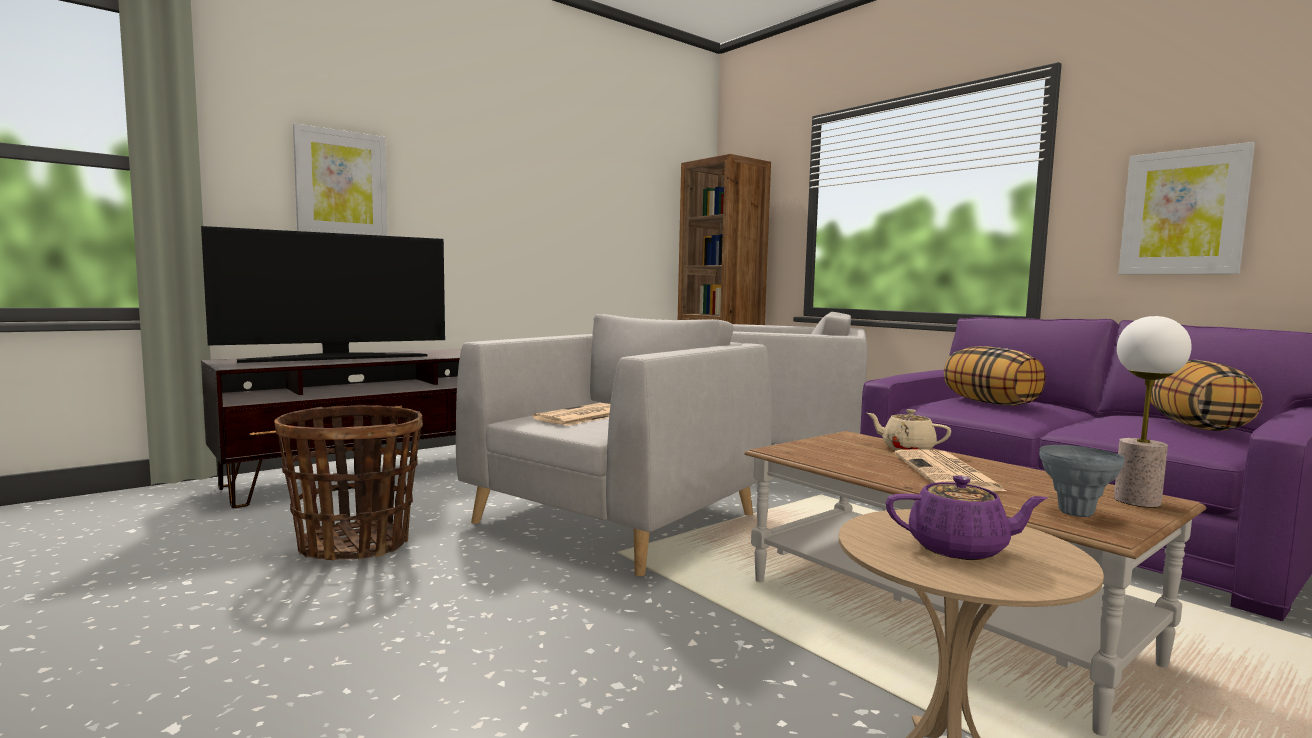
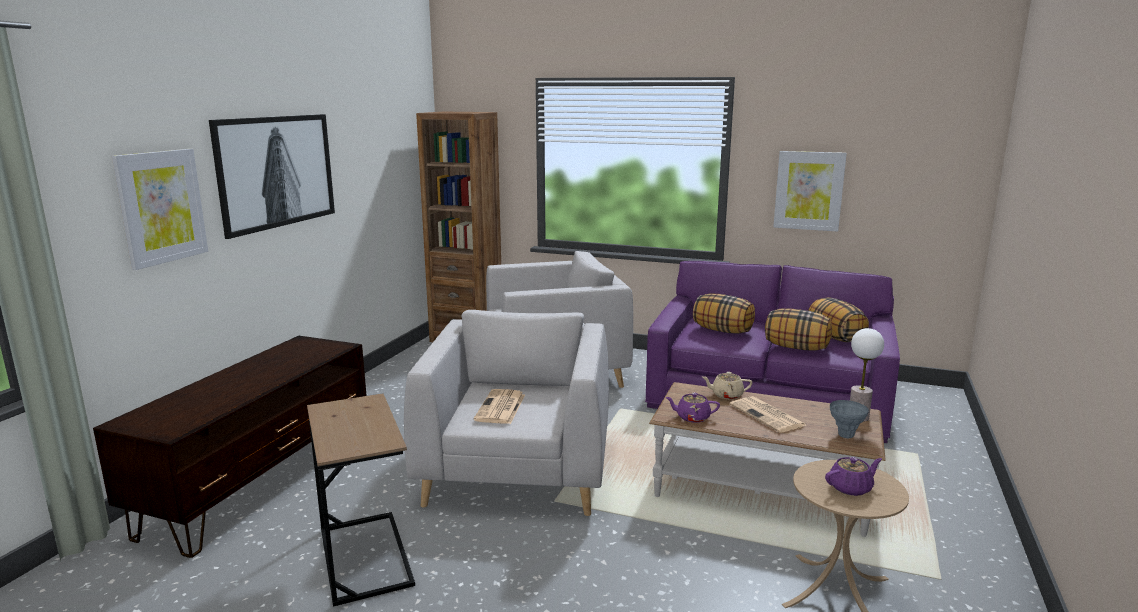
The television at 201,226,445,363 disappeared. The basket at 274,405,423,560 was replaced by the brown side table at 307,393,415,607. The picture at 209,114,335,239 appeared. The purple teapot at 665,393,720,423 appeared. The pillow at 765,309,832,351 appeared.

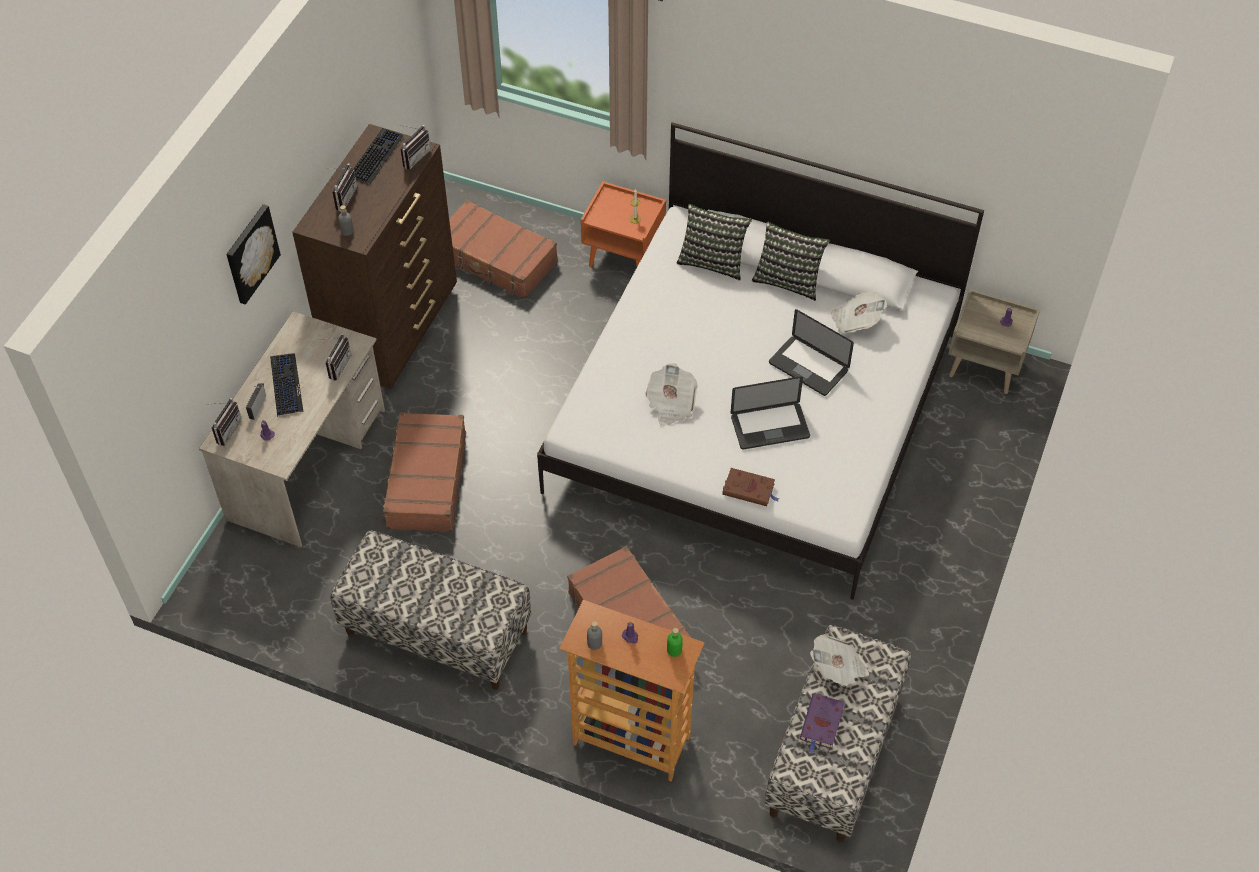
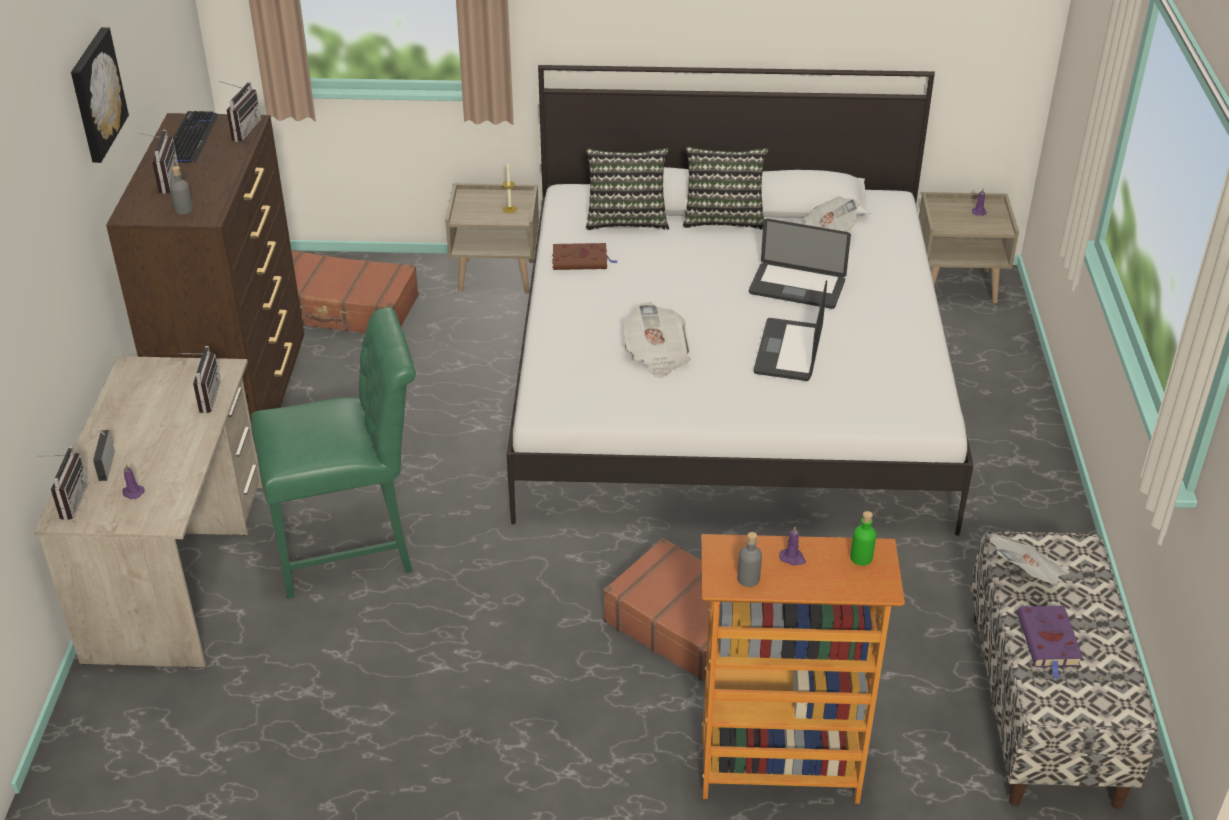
The picture moved from 226,204,281,305 to 71,27,129,163. The keyboard at 270,353,303,416 disappeared. The bench at 330,530,531,690 disappeared. The brown suitcase at 382,412,466,532 was replaced by the green chair at 251,307,416,599. The orange nightstand at 581,181,666,267 became the beige nightstand at 445,183,539,294. The brown book moved from 722,468,780,506 to 552,243,617,270. The laptop at 731,376,810,449 turned 135 degrees clockwise.

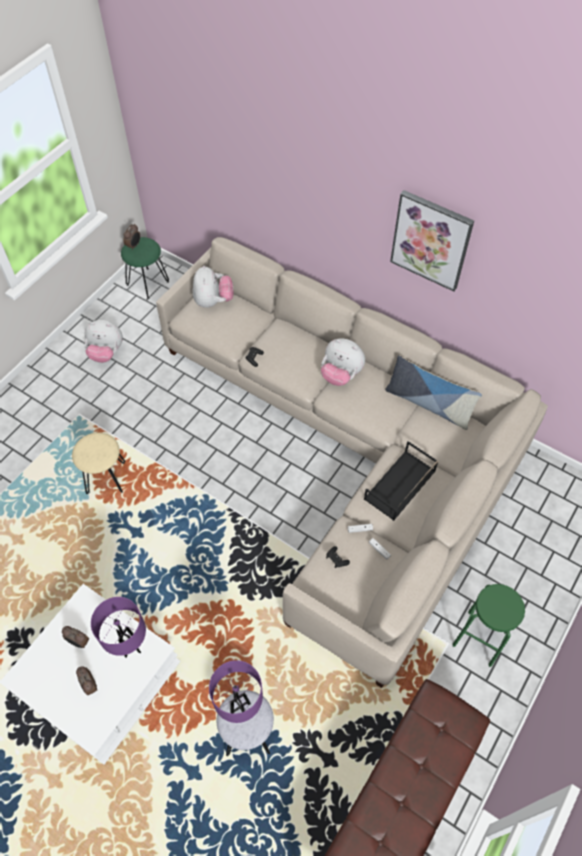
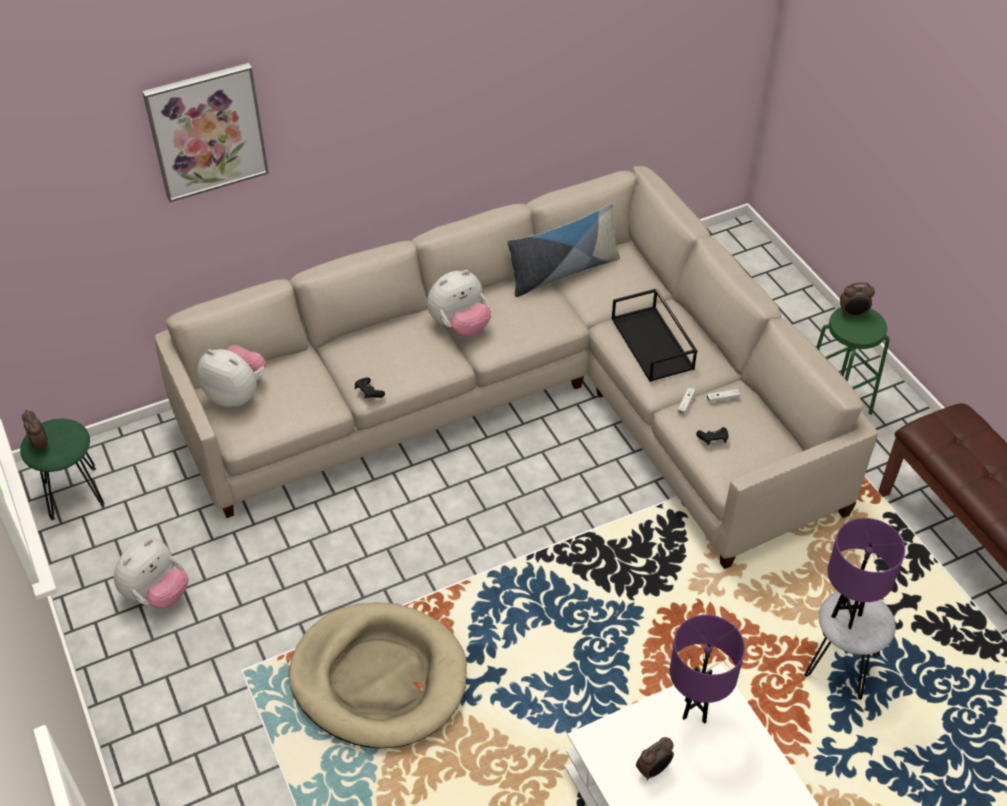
The beige stool at 72,433,125,494 was replaced by the beige dog bed at 289,602,467,748. The alarm clock moved from 76,666,97,695 to 840,282,875,317. The picture moved from 390,190,474,292 to 142,63,269,202.

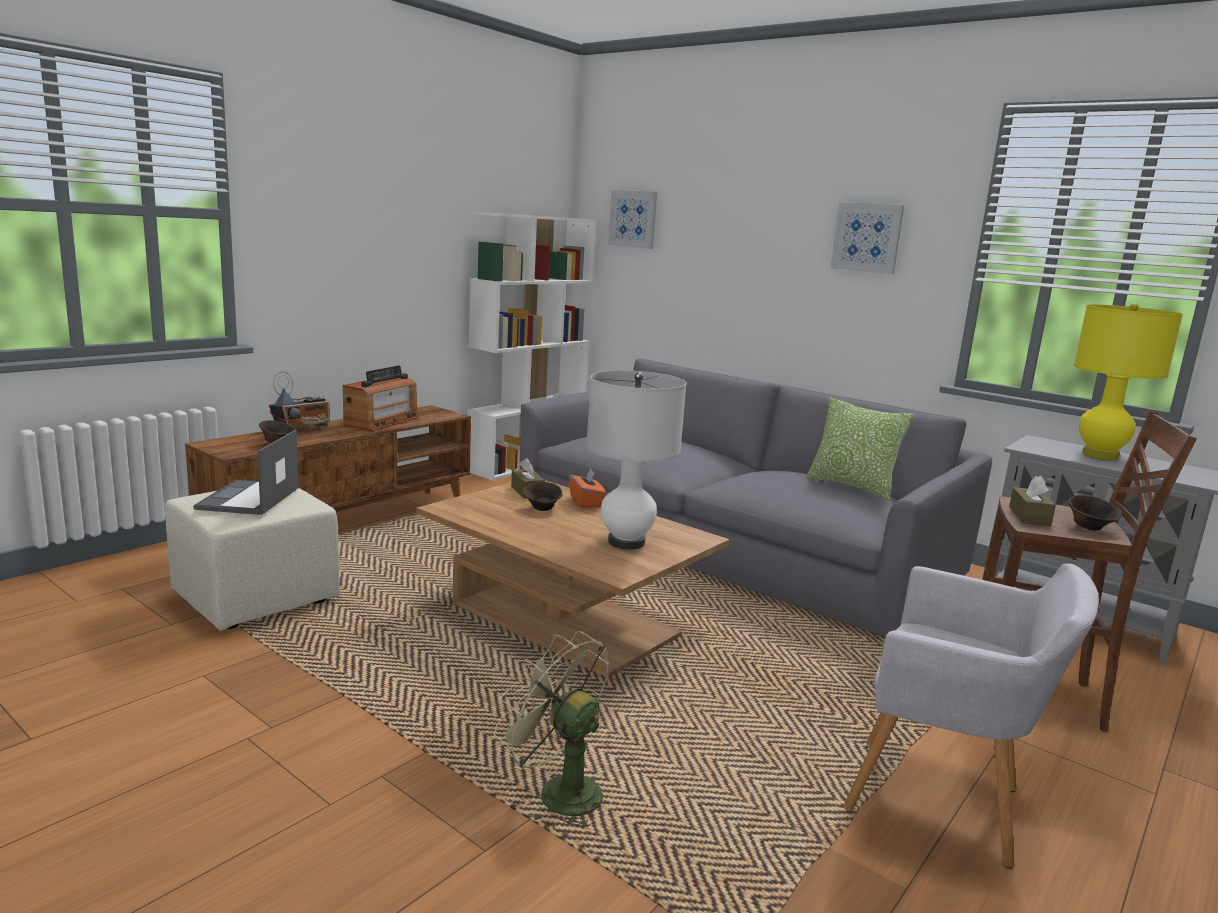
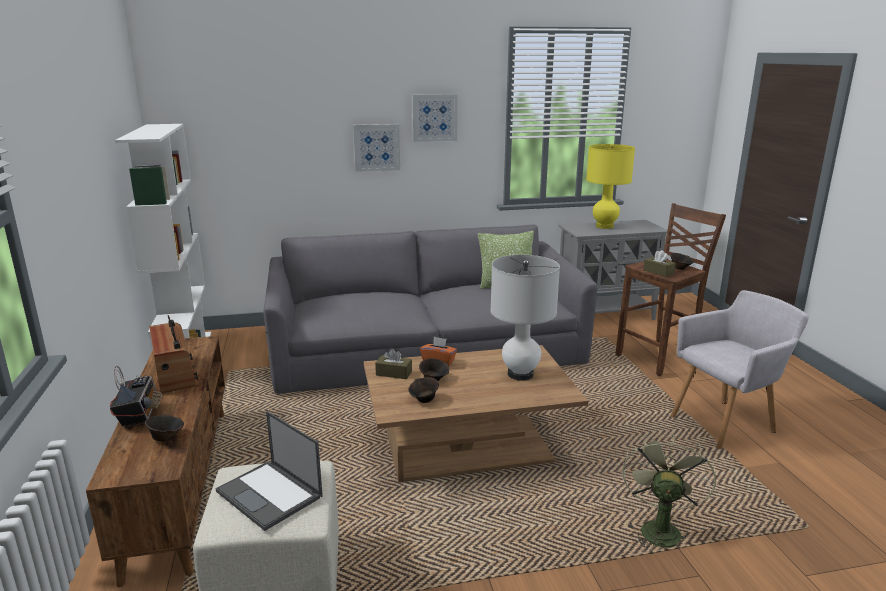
The green fan at 494,631,609,828 turned 120 degrees clockwise. The picture moved from 608,190,657,249 to 353,124,400,172. The brown bowl at 408,377,439,403 appeared.

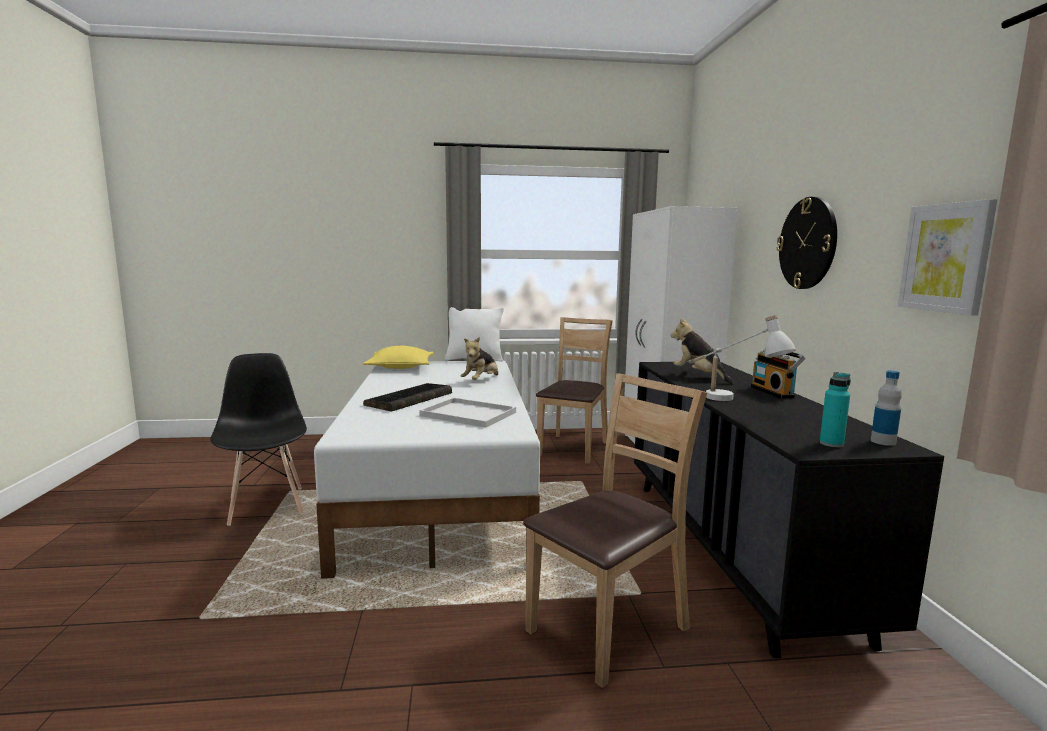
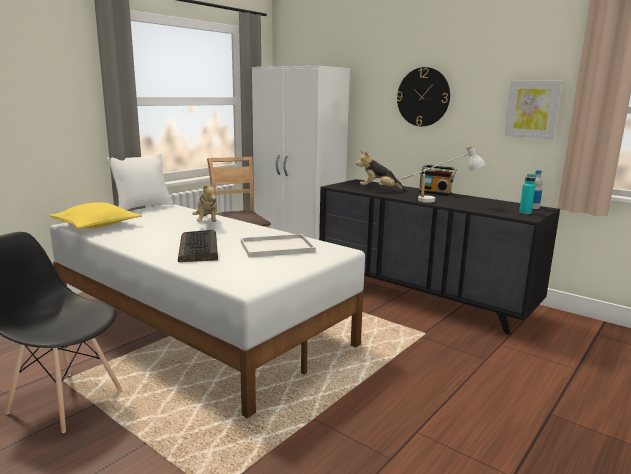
The brown chair at 523,373,707,688 disappeared.

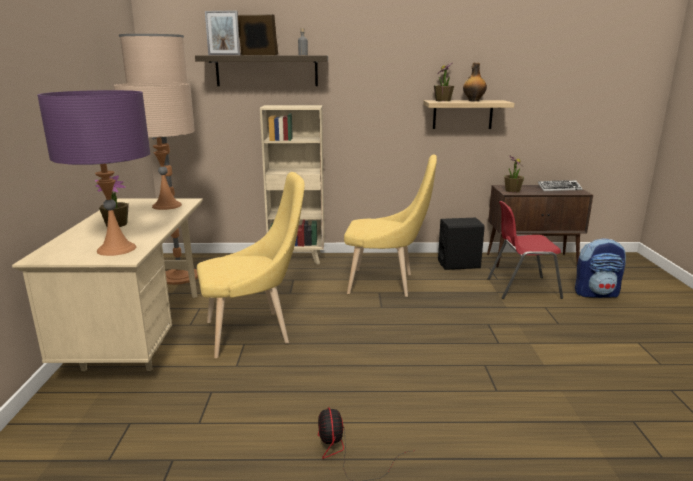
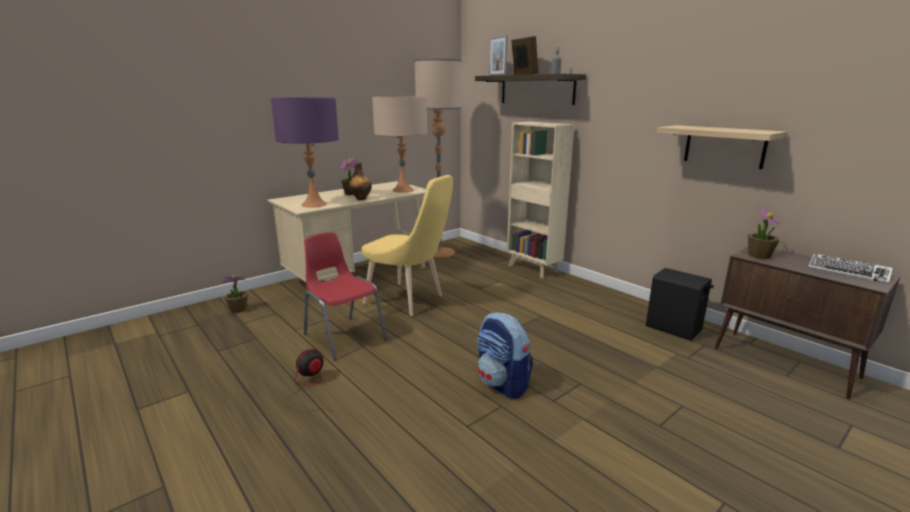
The yellow chair at 344,155,437,297 disappeared. The potted plant moved from 434,63,454,101 to 222,275,248,313. The bottle moved from 463,63,487,101 to 349,162,372,200. The red chair moved from 487,201,563,299 to 304,232,387,361. The backpack moved from 575,238,626,298 to 477,312,533,398.

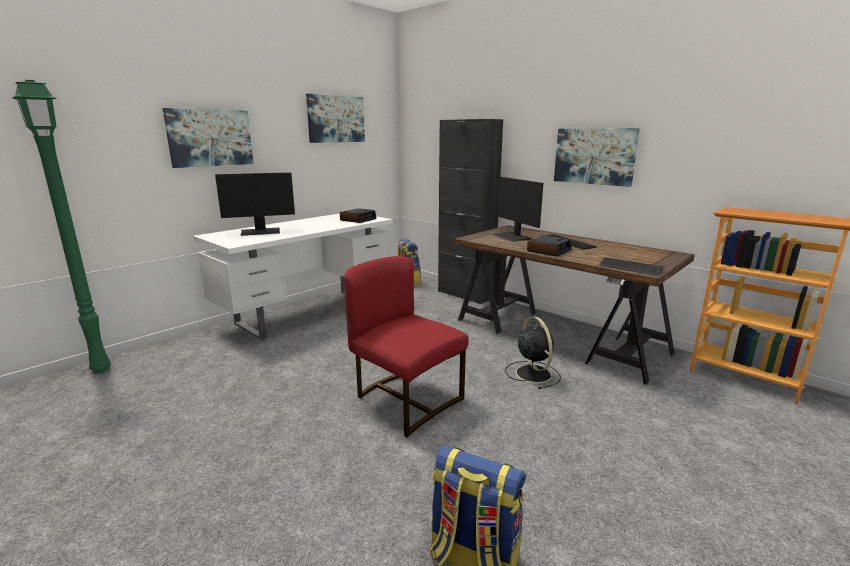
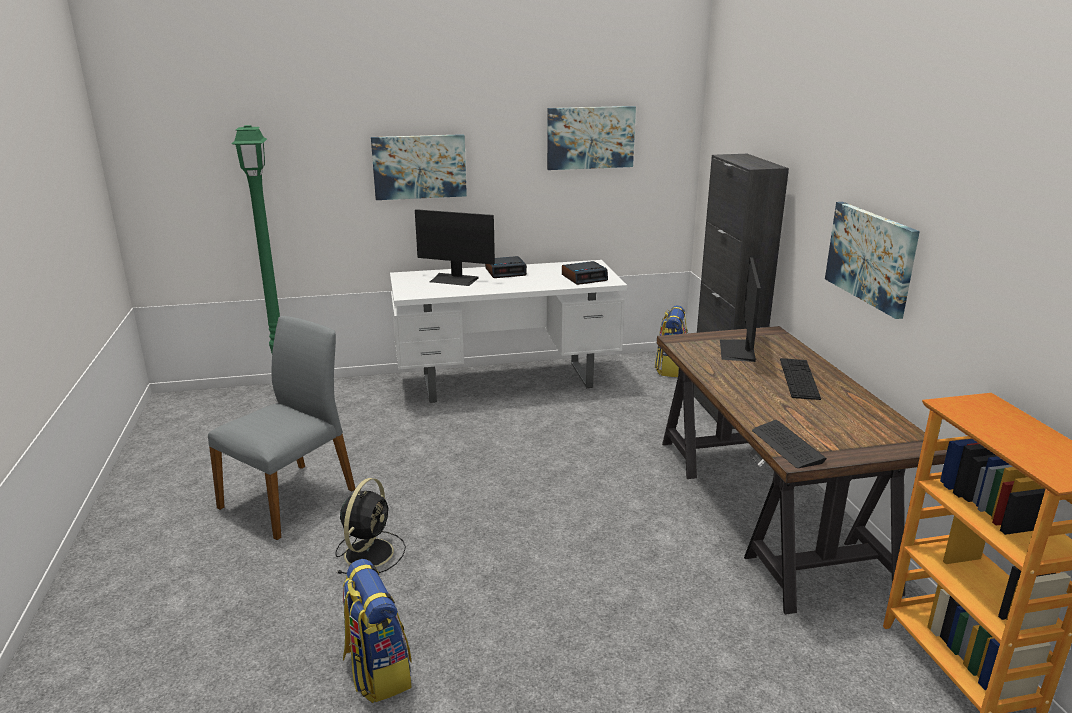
The red chair at 344,256,469,437 disappeared. The black fan moved from 505,317,561,390 to 335,478,406,574. The alarm clock moved from 527,235,572,256 to 485,256,527,278. The grey chair at 208,316,355,540 appeared.

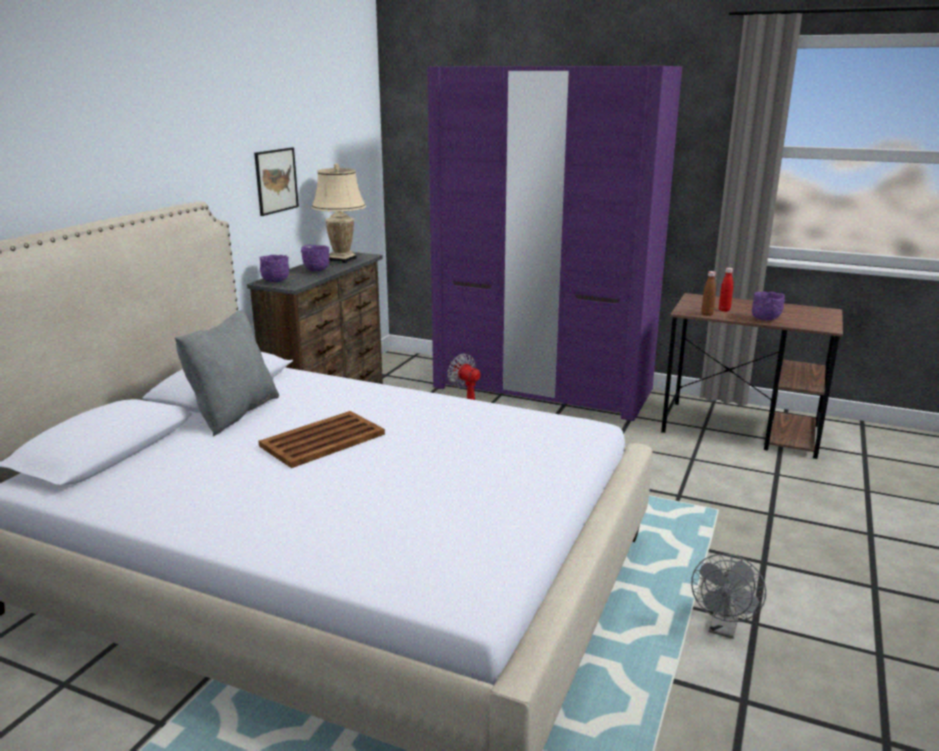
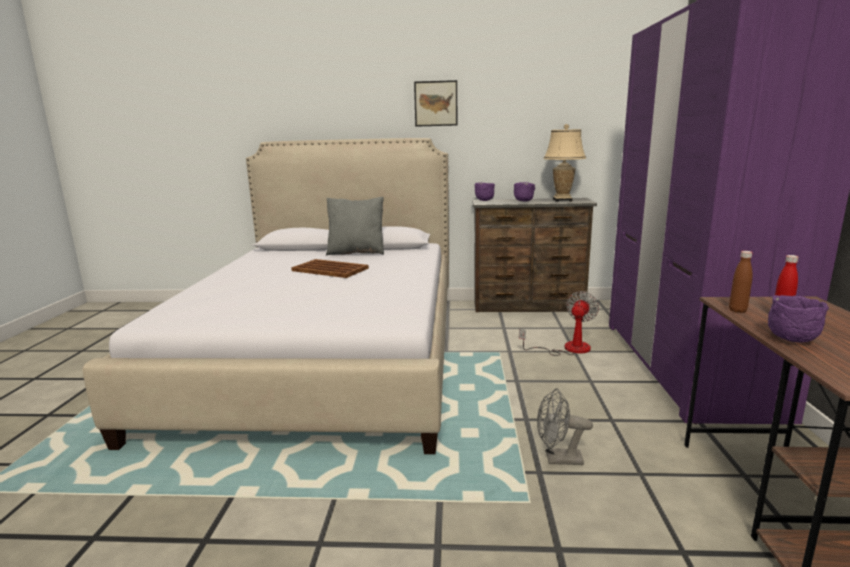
The picture moved from 254,148,299,216 to 414,80,457,127. The grey fan moved from 691,554,766,639 to 537,389,593,465.

